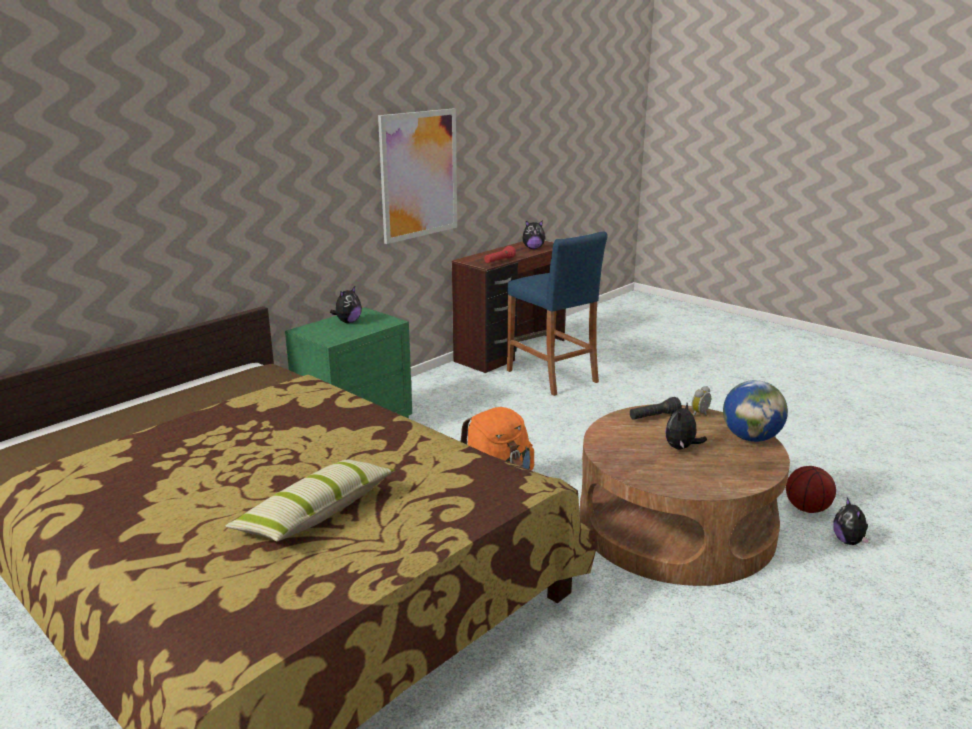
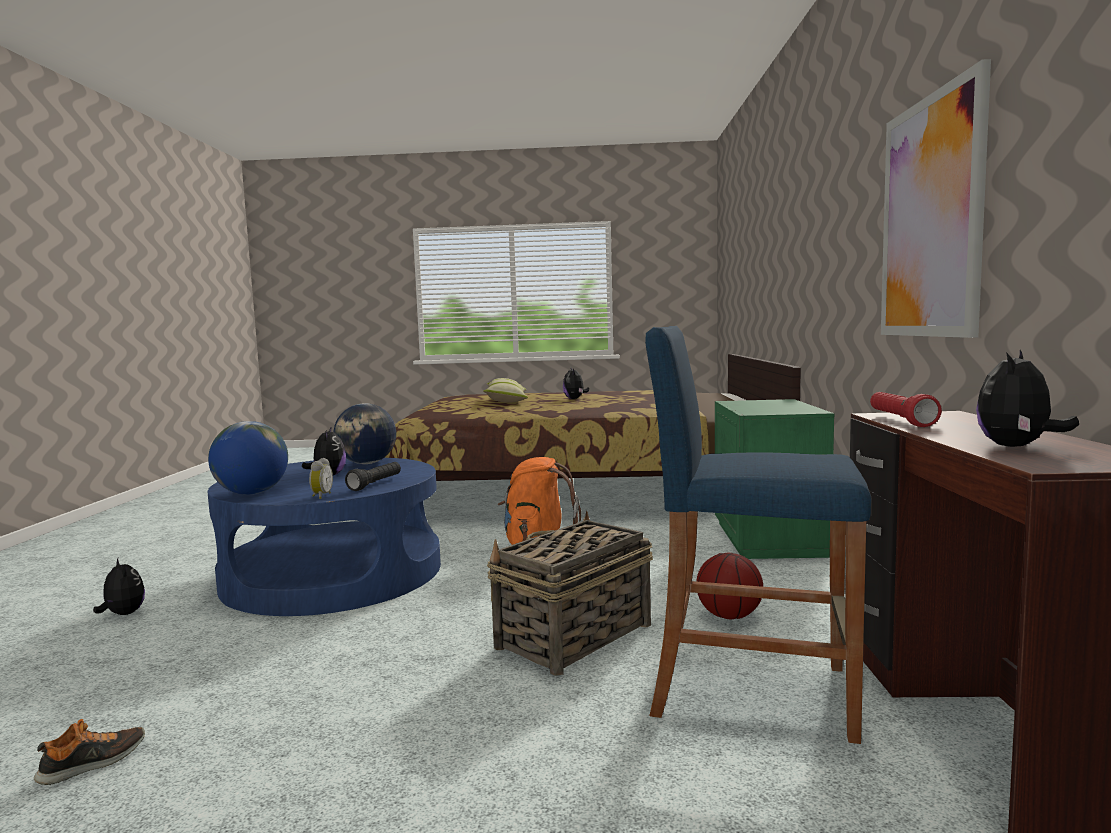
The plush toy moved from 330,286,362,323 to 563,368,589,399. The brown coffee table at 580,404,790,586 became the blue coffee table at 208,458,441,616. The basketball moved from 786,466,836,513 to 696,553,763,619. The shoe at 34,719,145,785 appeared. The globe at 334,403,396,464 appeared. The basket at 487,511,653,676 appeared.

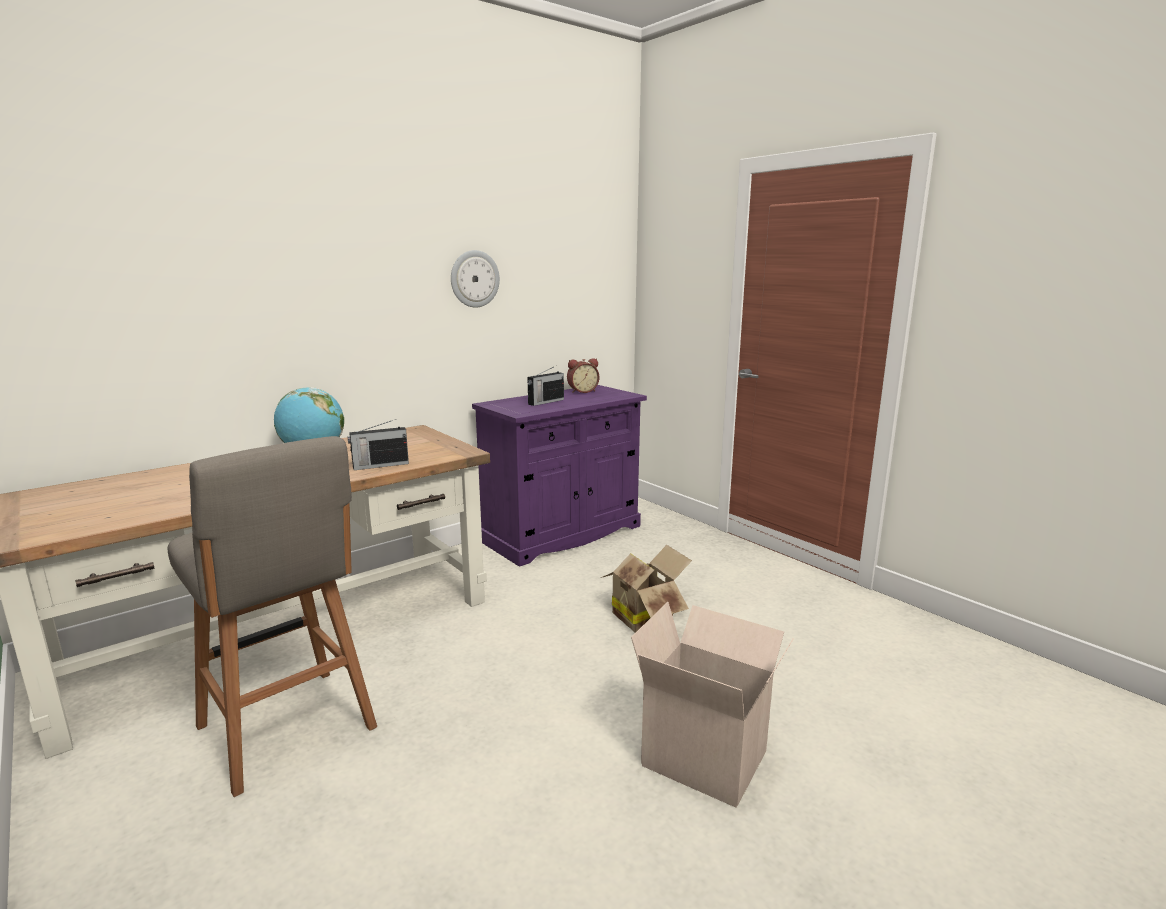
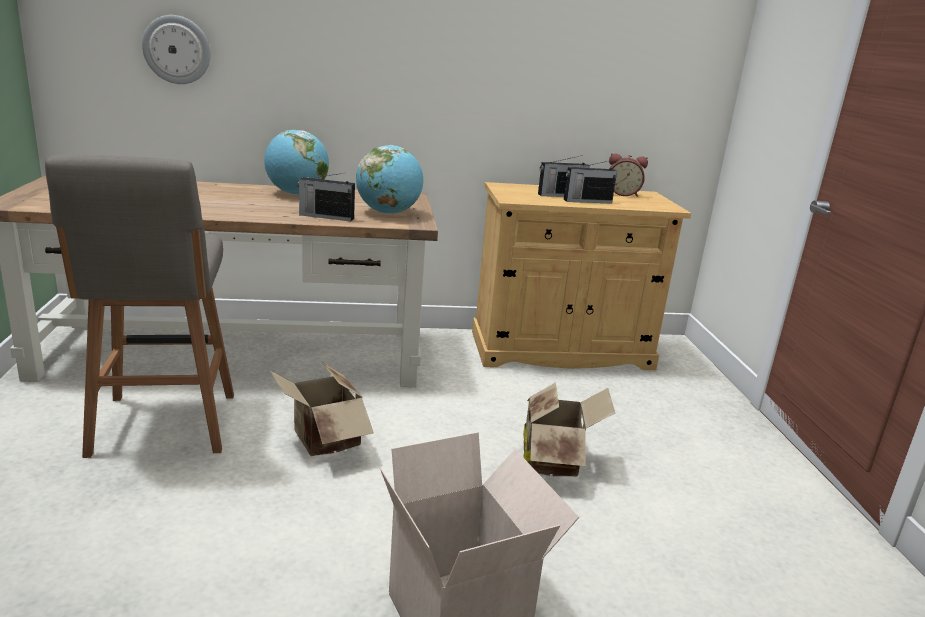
The wall clock moved from 451,250,500,308 to 142,15,211,84. The purple cabinet at 472,385,647,567 became the beige cabinet at 472,182,691,370. The cardboard box at 269,361,374,456 appeared. The globe at 356,145,423,214 appeared. The radio at 564,160,617,204 appeared.

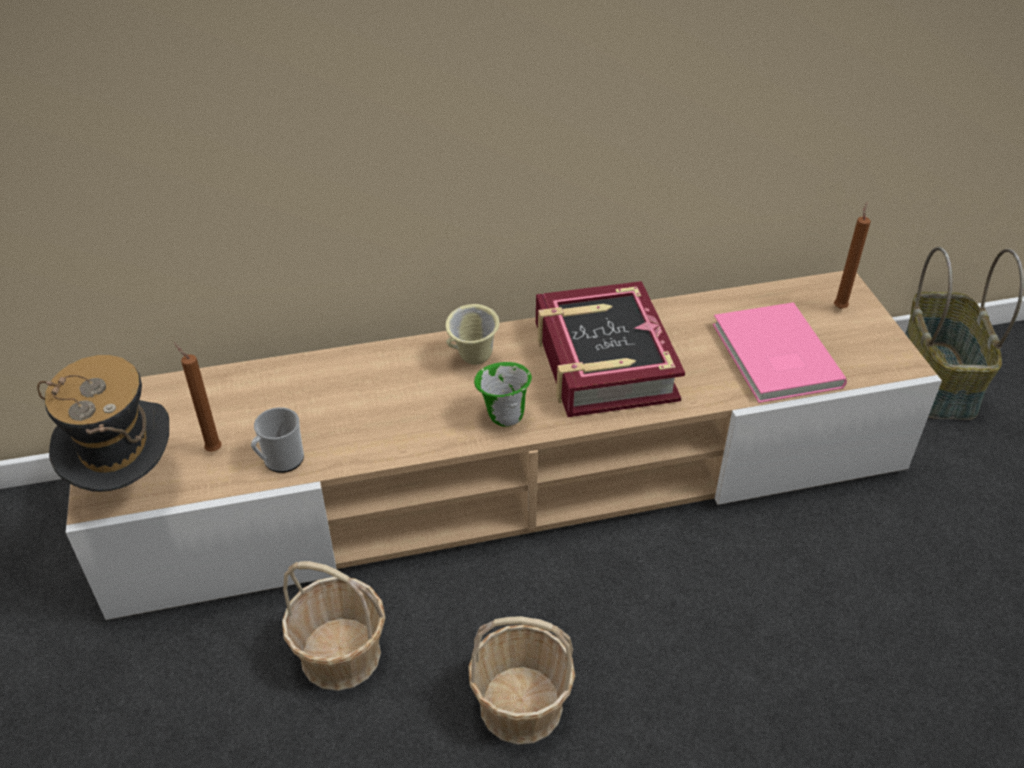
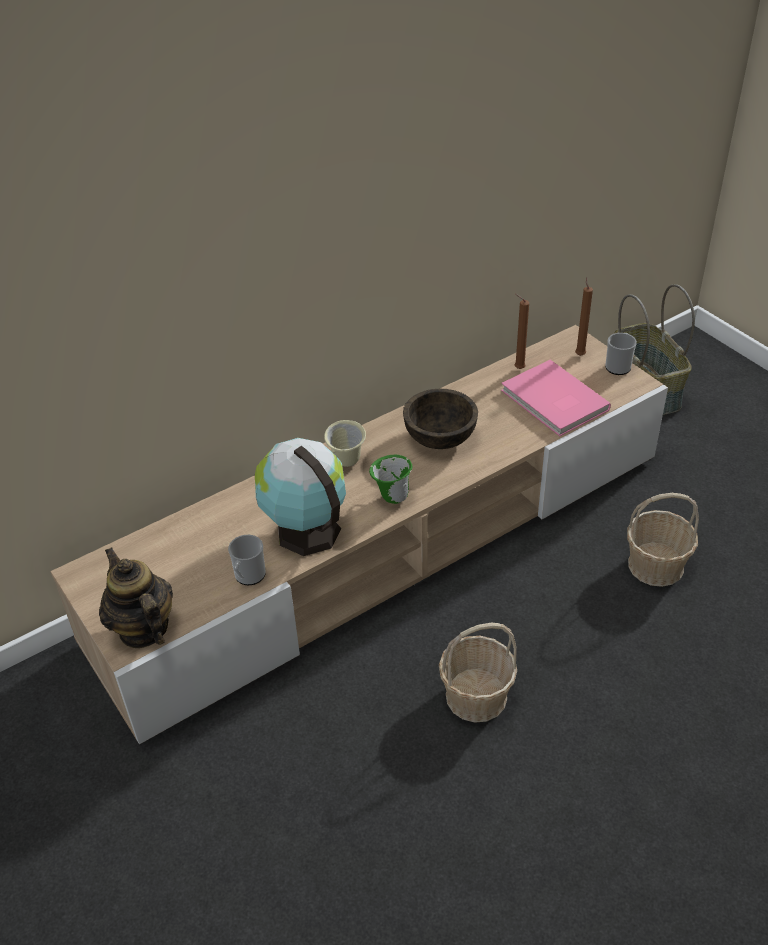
The hat at 37,355,169,492 was replaced by the teapot at 99,547,173,648. The brown candle moved from 174,343,222,452 to 514,294,529,369. The basket moved from 282,561,386,691 to 627,493,699,587. The book at 536,281,685,417 was replaced by the brown bowl at 403,389,478,449. The globe at 255,438,346,556 appeared. The mug at 605,333,637,375 appeared.

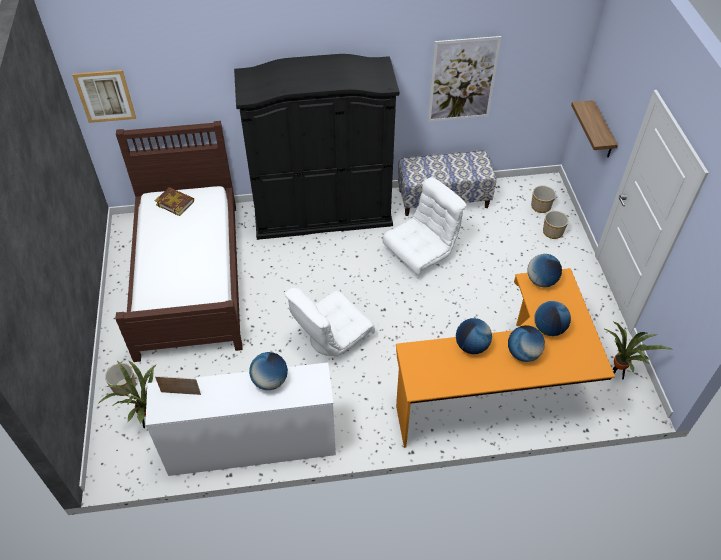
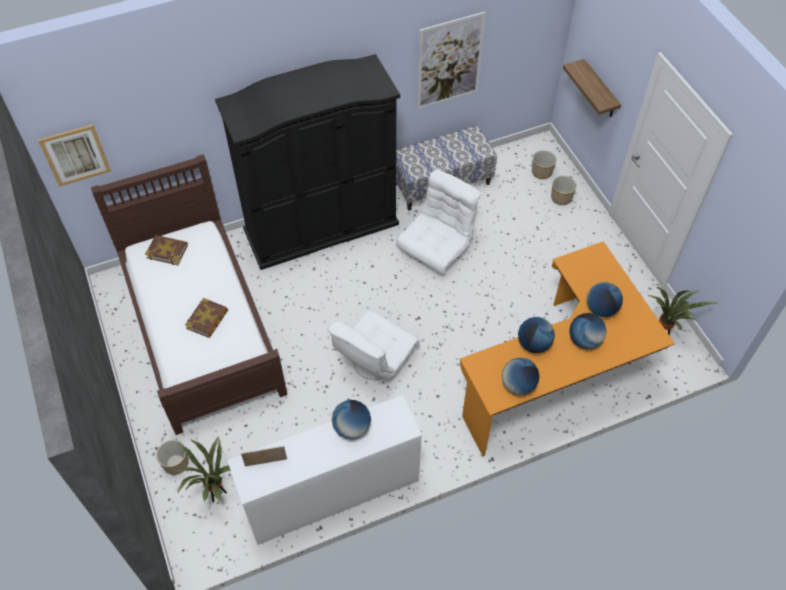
The globe moved from 527,254,562,287 to 502,358,539,395. The book at 185,298,228,338 appeared.

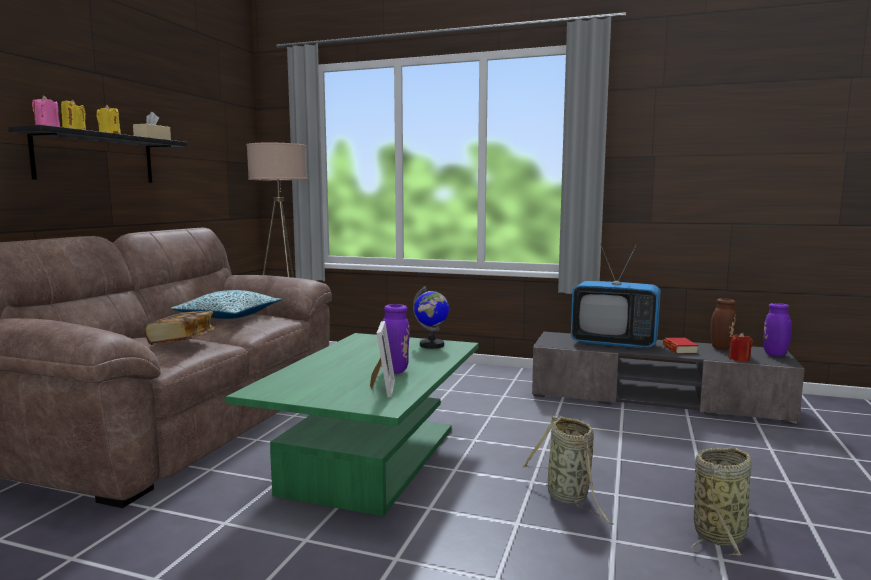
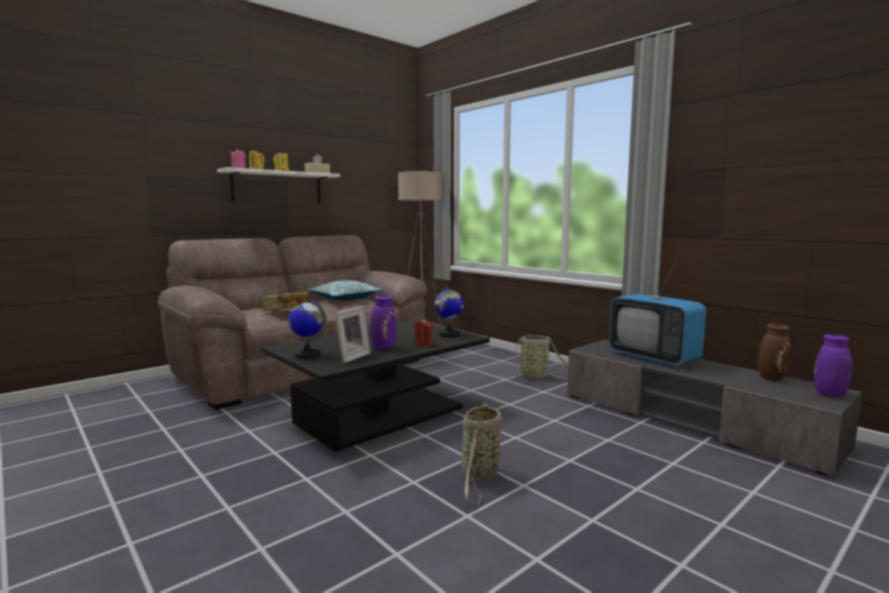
The black shelf at 8,125,187,183 became the white shelf at 217,167,340,203. The green coffee table at 226,333,478,516 became the black coffee table at 261,320,490,452. The book at 663,338,699,354 disappeared. The basket moved from 691,447,752,556 to 508,335,568,379. The red candle moved from 728,333,753,362 to 415,318,433,346. The globe at 289,299,327,359 appeared.

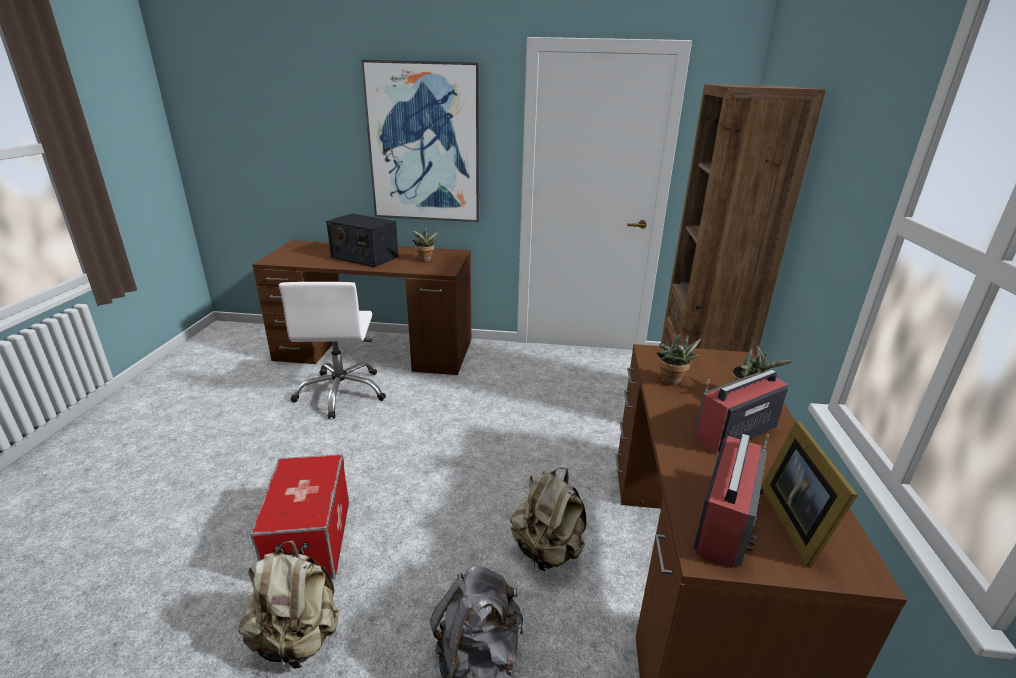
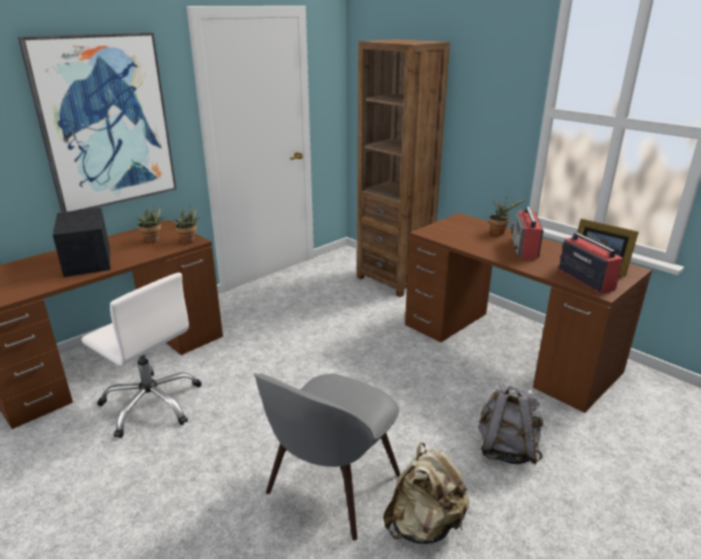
The storage box at 250,454,349,580 was replaced by the grey chair at 254,373,400,541. The radio at 326,213,399,267 turned 90 degrees clockwise. The beige backpack at 510,467,586,571 disappeared. The potted plant moved from 656,334,701,385 to 173,206,200,243.

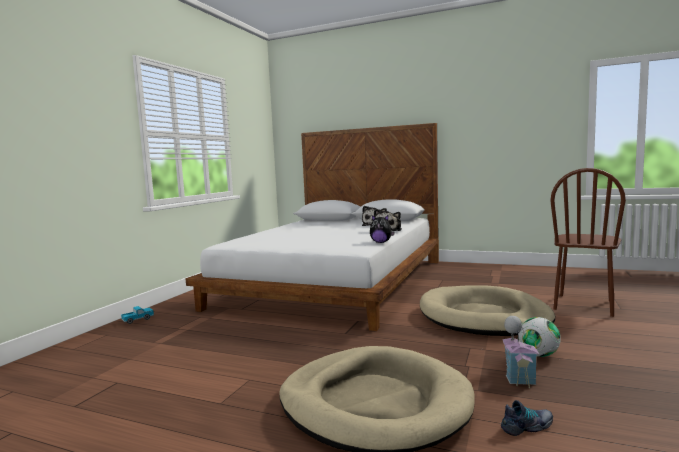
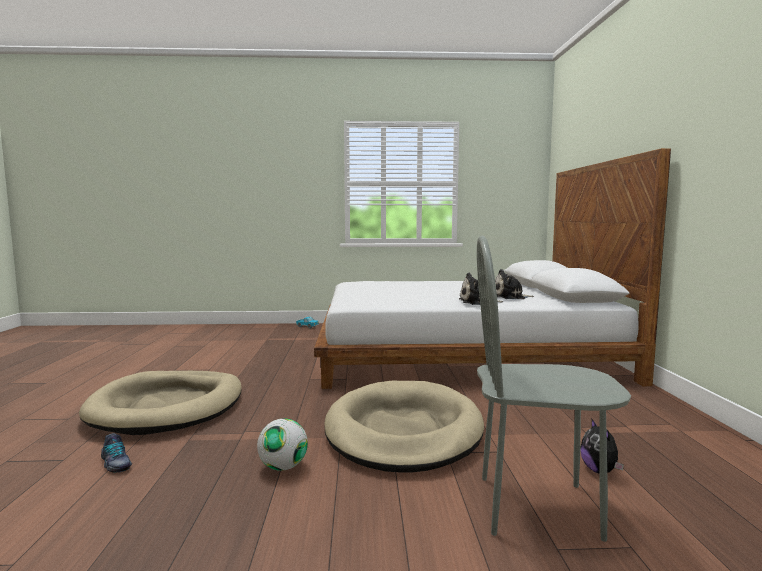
The plush toy moved from 370,215,395,243 to 581,418,624,474. The toy house at 502,316,539,388 disappeared. The brown chair at 550,168,626,317 became the grey chair at 477,236,631,542.

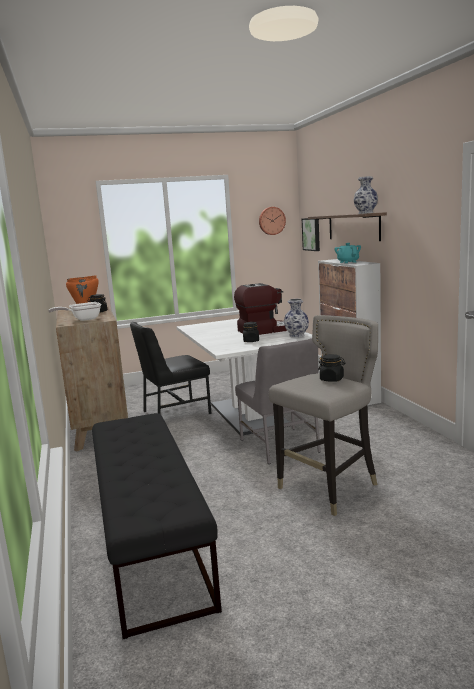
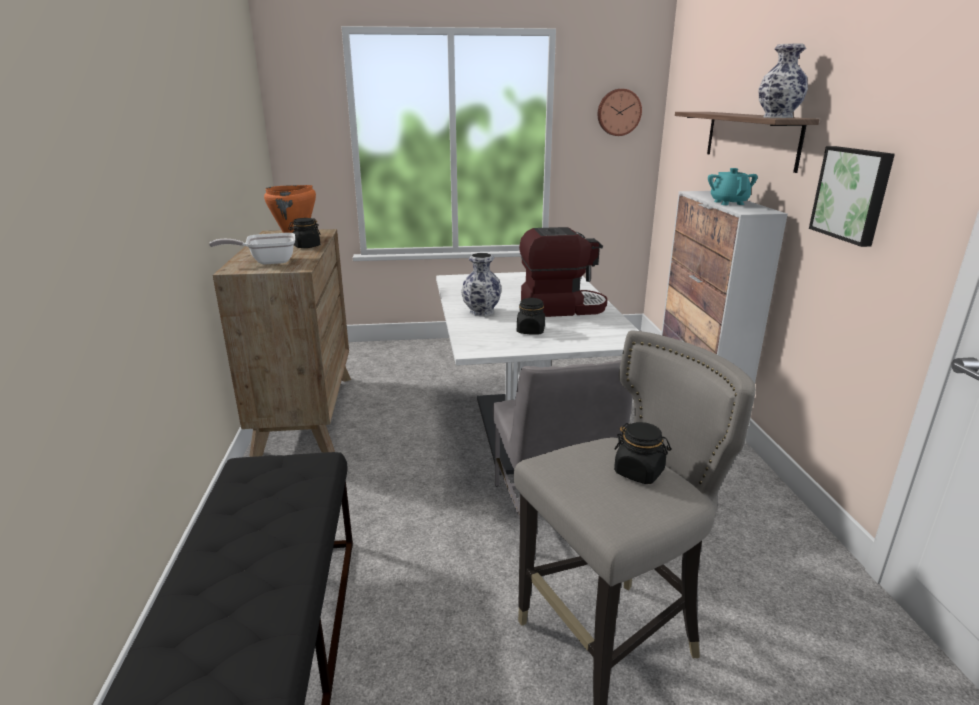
The black chair at 130,322,212,414 disappeared. The vase moved from 284,299,309,338 to 461,253,502,317. The picture moved from 302,218,320,251 to 809,146,895,247.

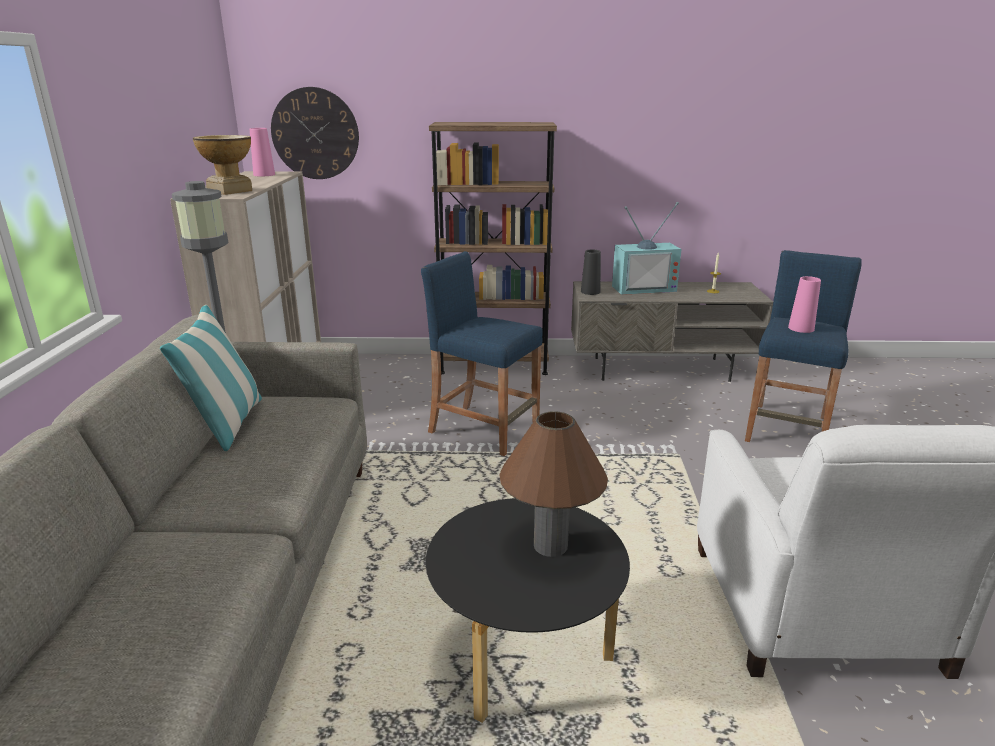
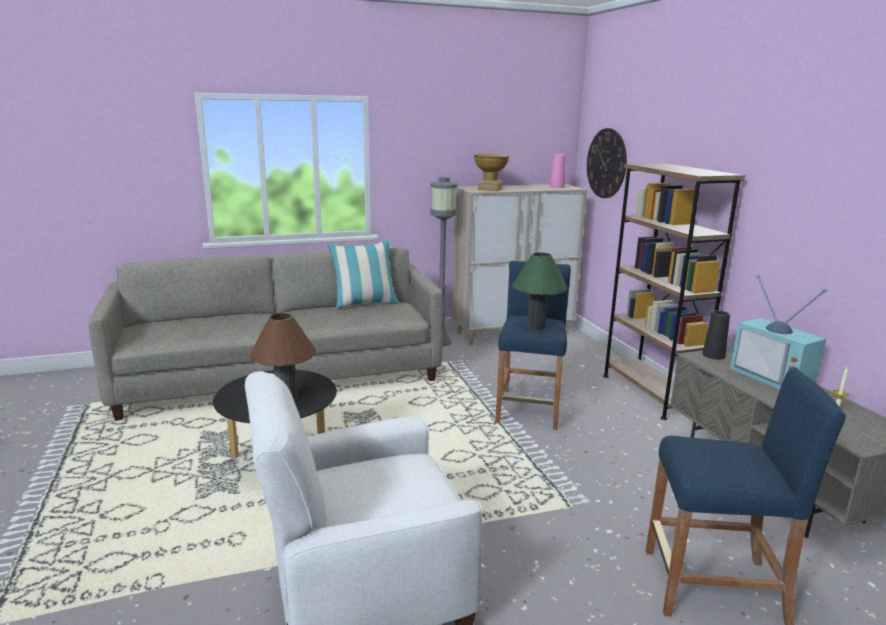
The pink vase at 788,276,821,333 disappeared. The green table lamp at 512,252,567,330 appeared.

